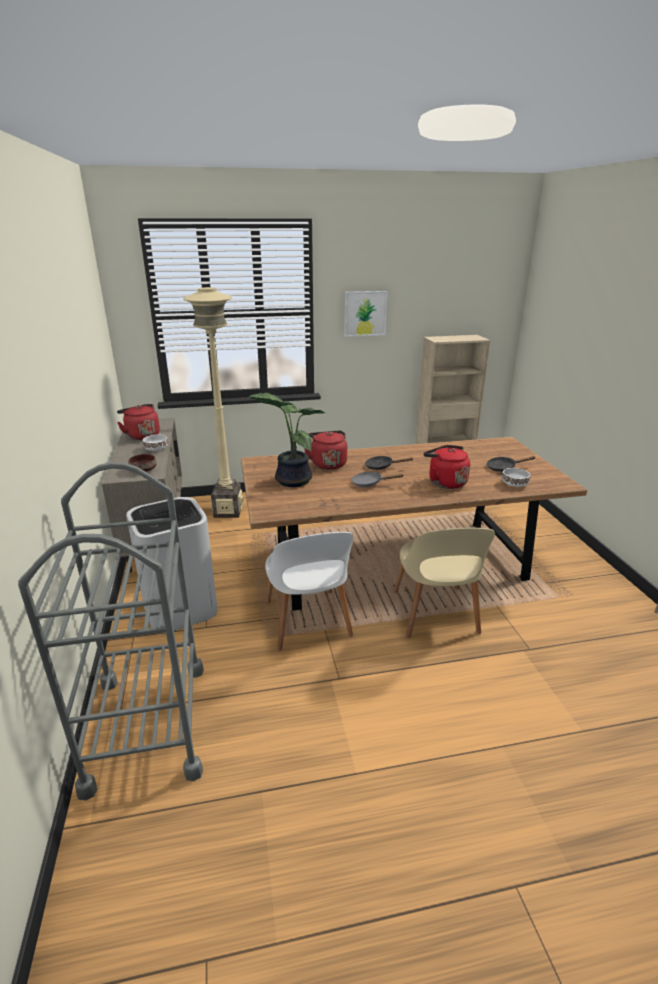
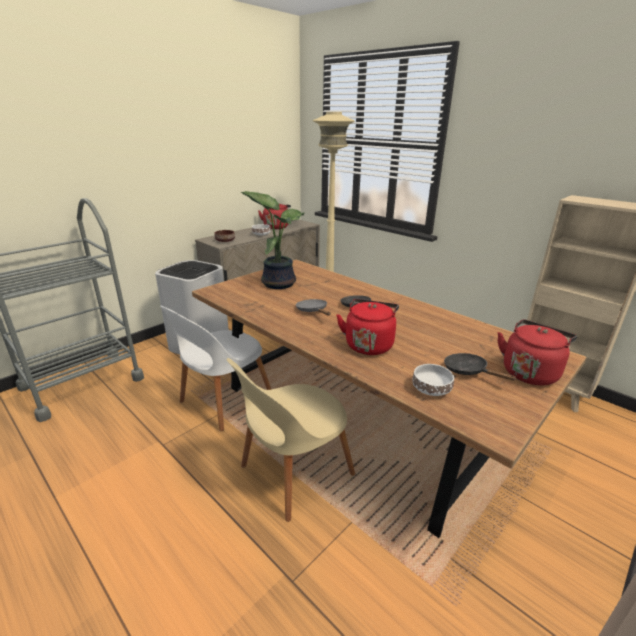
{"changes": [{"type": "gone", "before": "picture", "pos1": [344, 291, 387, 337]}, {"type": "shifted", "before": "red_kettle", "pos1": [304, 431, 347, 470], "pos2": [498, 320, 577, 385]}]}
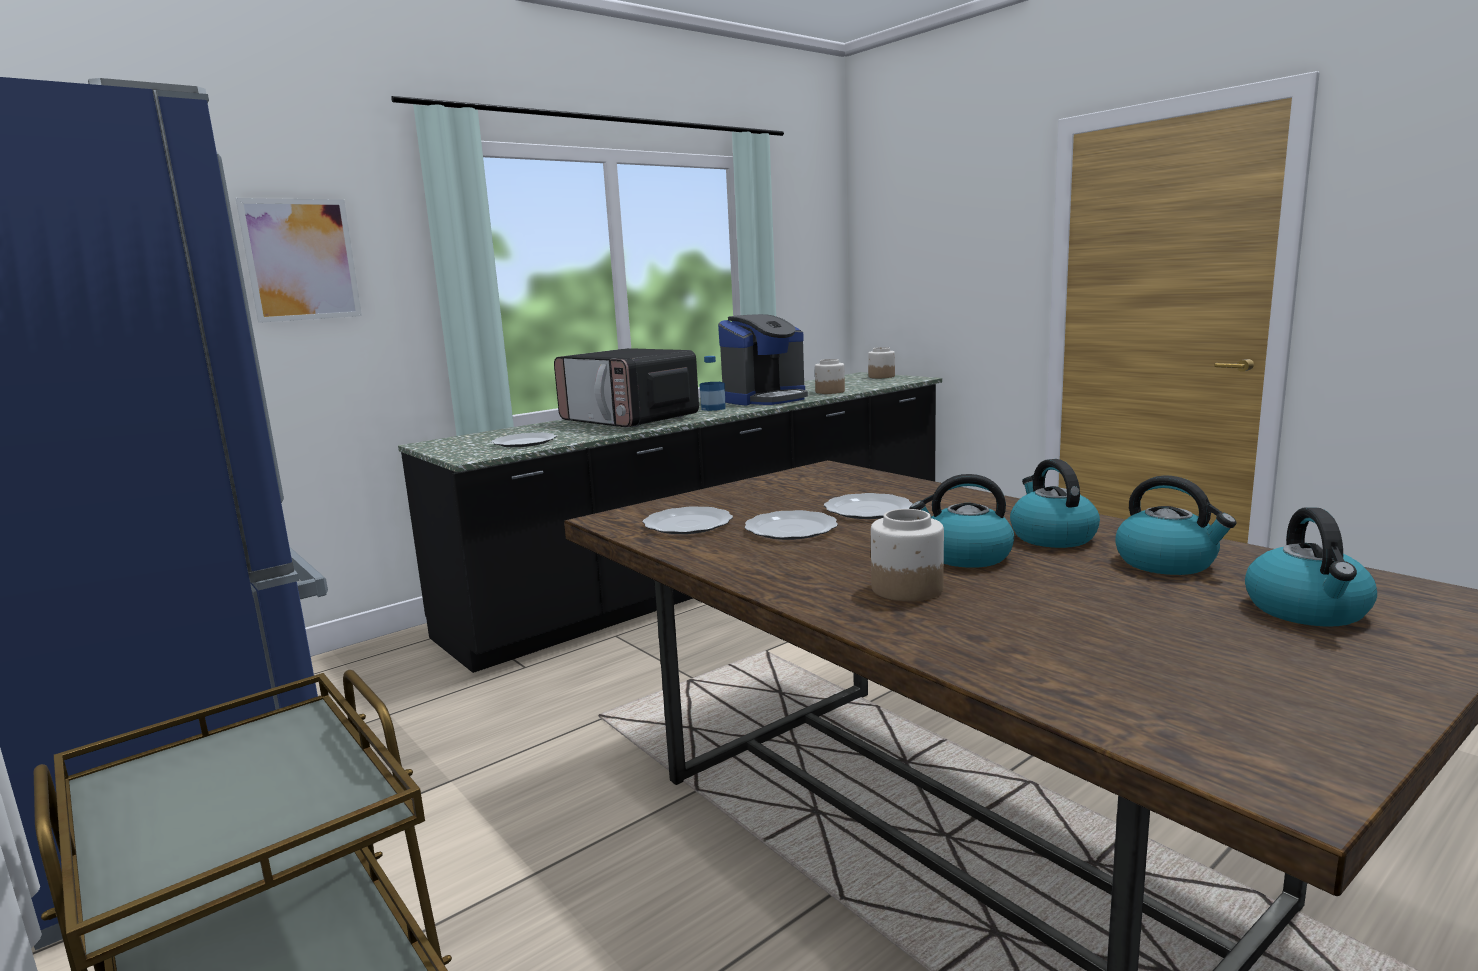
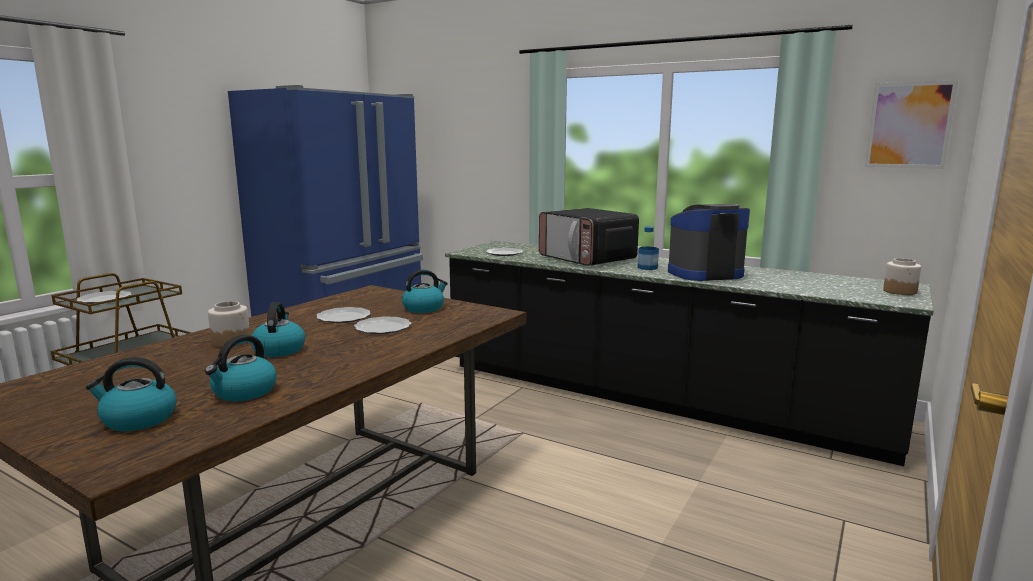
{"changes": [{"type": "gone", "before": "jar", "pos1": [815, 359, 845, 394]}, {"type": "shifted", "before": "picture", "pos1": [236, 198, 362, 323], "pos2": [865, 80, 958, 169]}, {"type": "shifted", "before": "plate", "pos1": [643, 506, 733, 534], "pos2": [77, 291, 132, 304]}, {"type": "shifted", "before": "kettle", "pos1": [1010, 459, 1100, 548], "pos2": [402, 270, 448, 313]}, {"type": "rotated", "before": "microwave", "pos1": [554, 348, 699, 427], "pos2": [539, 208, 639, 266], "turn": -60}, {"type": "rotated", "before": "coffee_machine", "pos1": [718, 314, 808, 406], "pos2": [668, 204, 750, 281], "turn": 135}]}
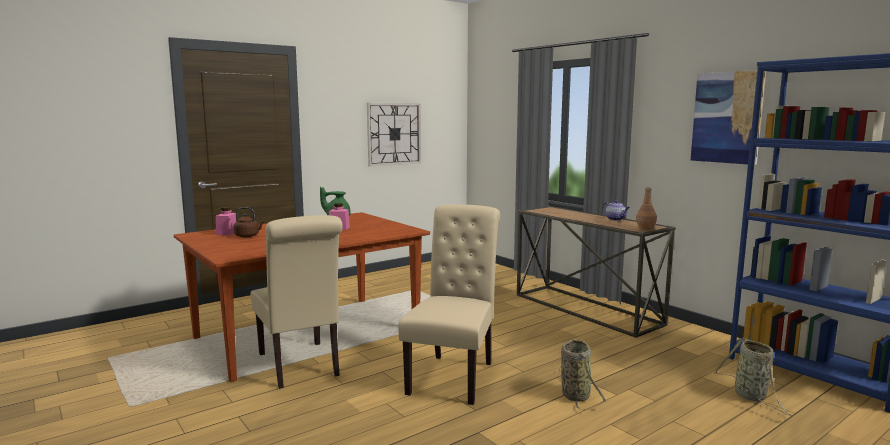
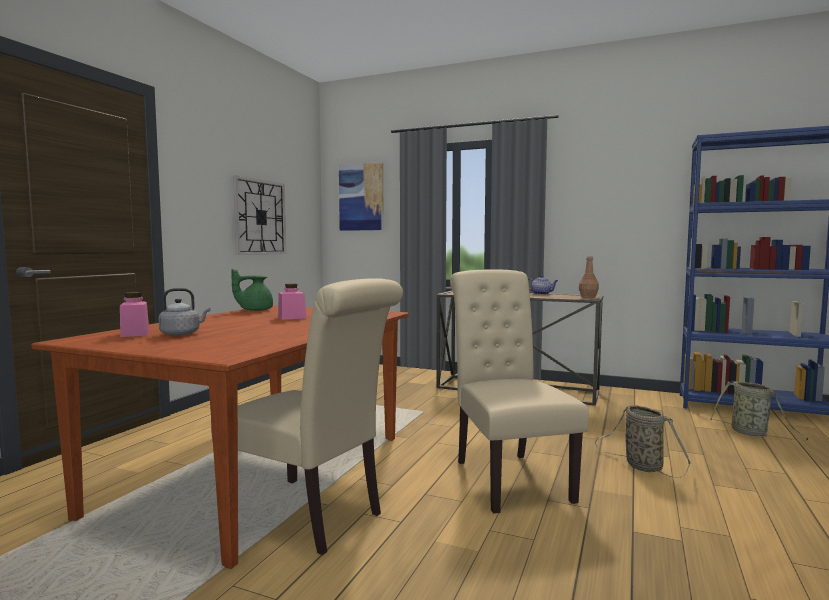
{"changes": [{"type": "shifted", "before": "picture", "pos1": [691, 70, 766, 165], "pos2": [339, 162, 384, 231]}, {"type": "repainted", "before": "brown_kettle", "after": "grey_kettle", "pos1": [234, 207, 265, 237], "pos2": [159, 288, 211, 336]}]}
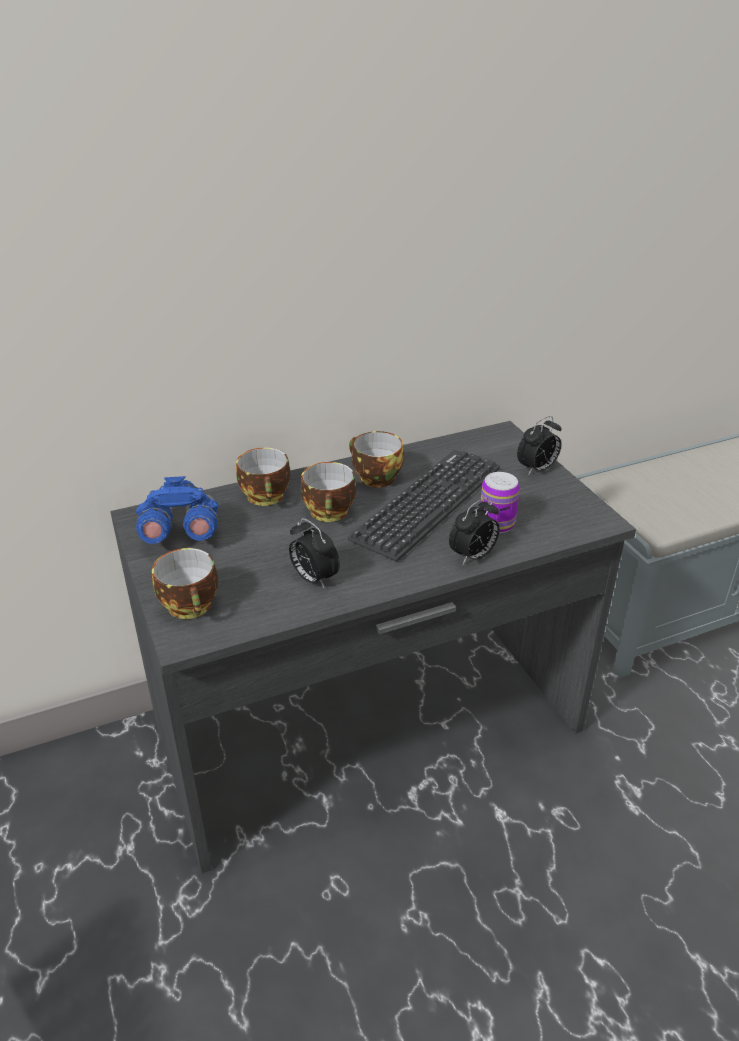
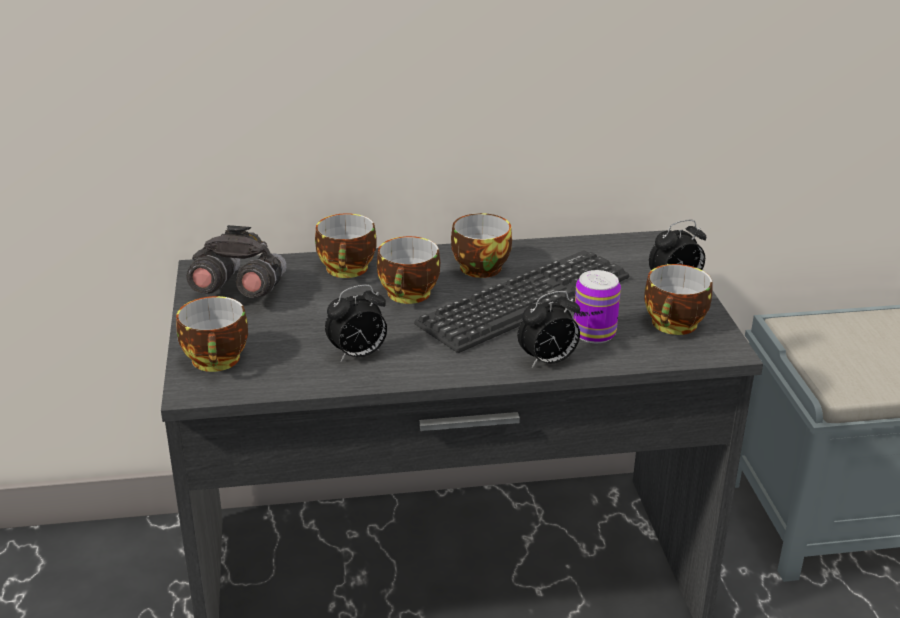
{"changes": [{"type": "new", "after": "cup", "pos2": [644, 264, 713, 335]}, {"type": "repainted", "before": "blue_binoculars", "after": "grey_binoculars", "pos1": [136, 476, 219, 544], "pos2": [186, 225, 287, 298]}, {"type": "rotated", "before": "alarm_clock", "pos1": [289, 518, 340, 588], "pos2": [325, 284, 387, 362], "turn": -90}]}
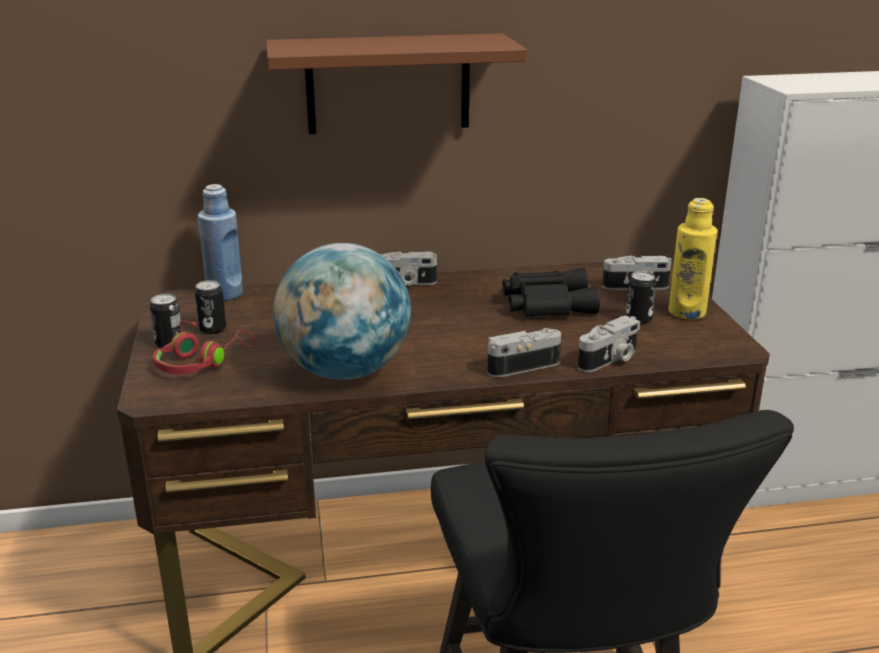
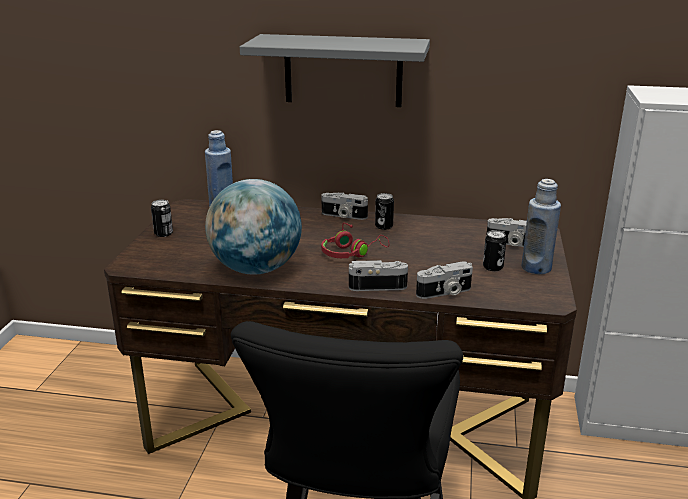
{"changes": [{"type": "gone", "before": "black_binoculars", "pos1": [502, 268, 600, 318]}, {"type": "shifted", "before": "red_headphones", "pos1": [153, 320, 255, 374], "pos2": [321, 223, 389, 258]}, {"type": "shifted", "before": "can", "pos1": [195, 280, 226, 334], "pos2": [375, 193, 394, 230]}, {"type": "repainted", "before": "brown_shelf", "after": "grey_shelf", "pos1": [267, 33, 527, 134], "pos2": [240, 34, 430, 107]}, {"type": "repainted", "before": "yellow_bottle", "after": "blue_bottle", "pos1": [668, 198, 718, 319], "pos2": [522, 179, 561, 274]}]}
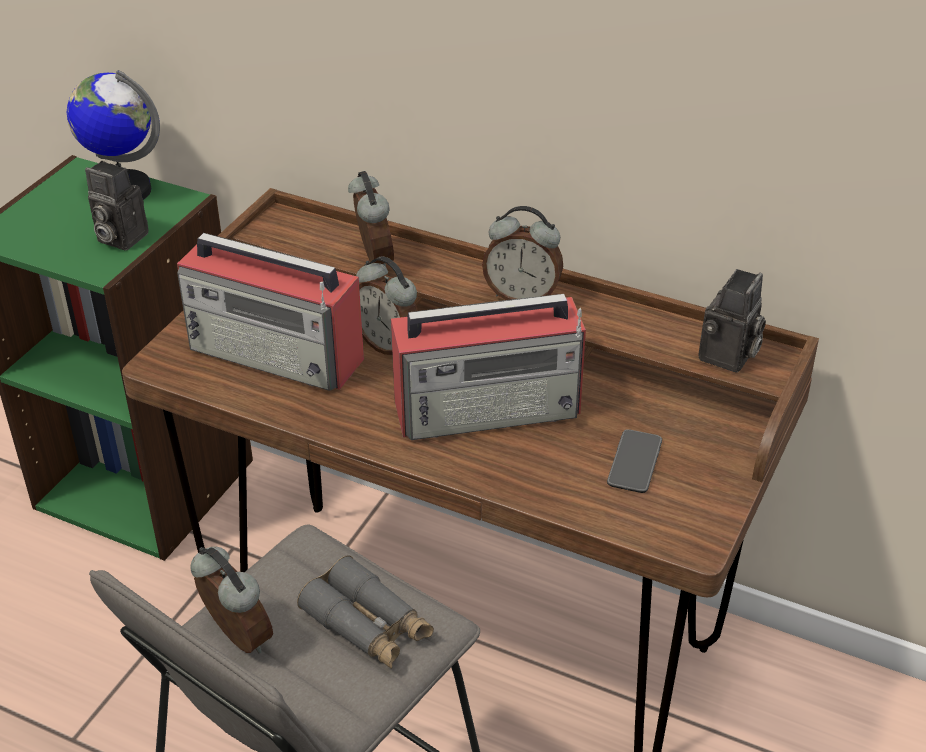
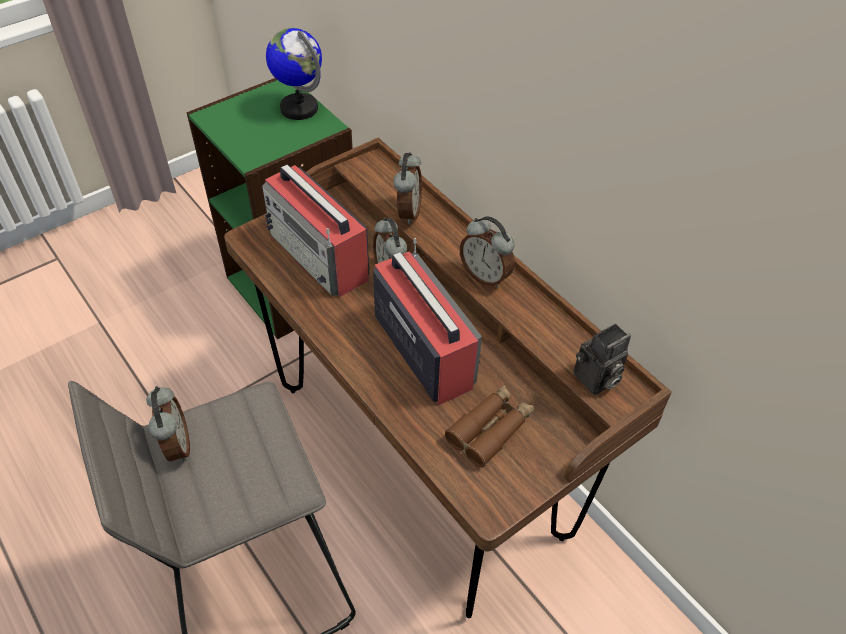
{"changes": [{"type": "gone", "before": "photo_camera", "pos1": [85, 161, 149, 251]}, {"type": "gone", "before": "grey_binoculars", "pos1": [297, 555, 434, 669]}, {"type": "swapped", "before": "phone", "after": "brown_binoculars", "pos1": [607, 429, 662, 493], "pos2": [445, 385, 534, 467]}, {"type": "rotated", "before": "radio", "pos1": [391, 294, 586, 440], "pos2": [373, 238, 482, 405], "turn": -135}]}
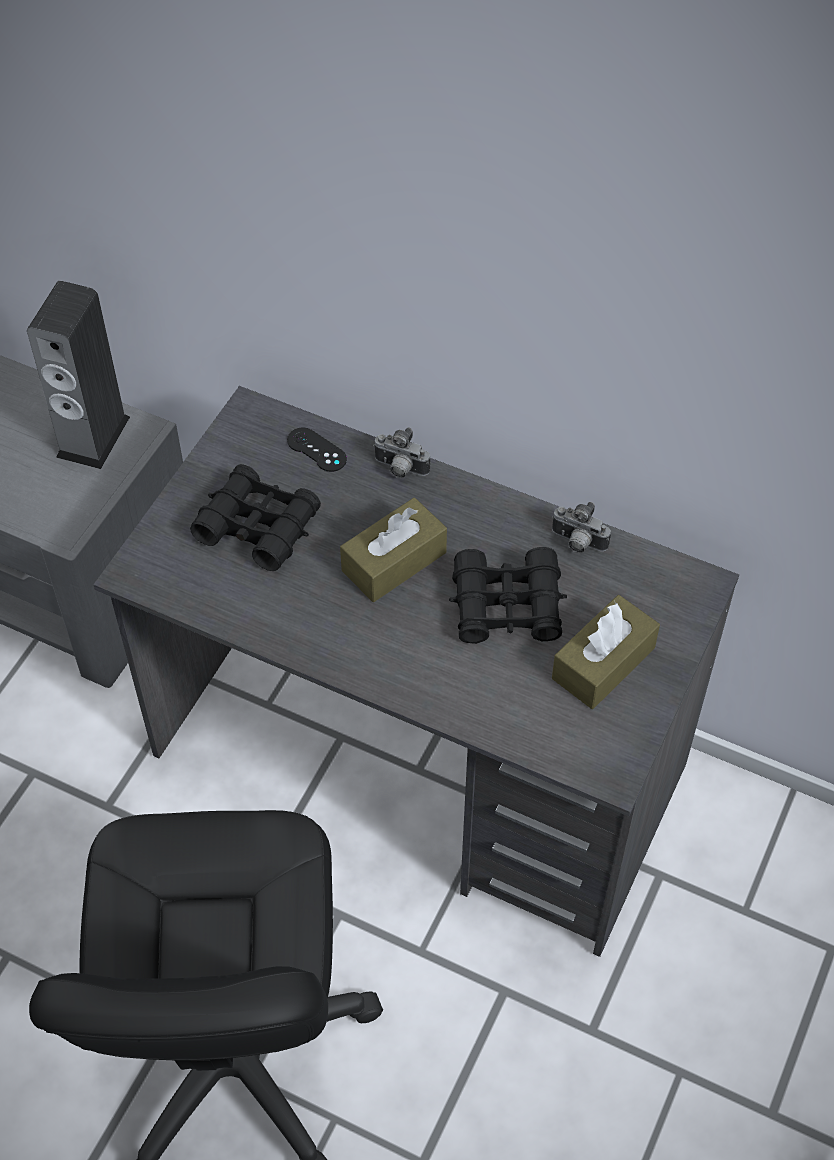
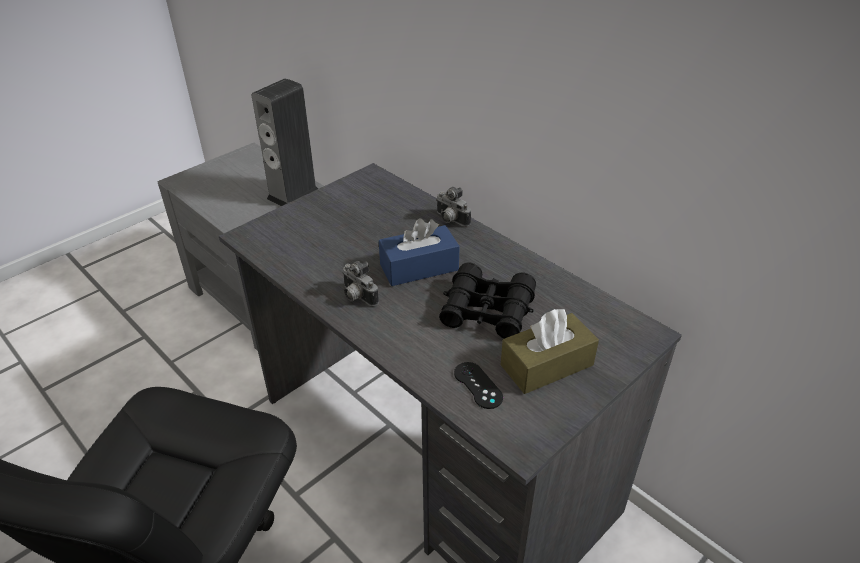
{"changes": [{"type": "gone", "before": "black_binoculars", "pos1": [190, 464, 321, 571]}, {"type": "shifted", "before": "black_game_controller", "pos1": [287, 428, 347, 472], "pos2": [454, 362, 503, 409]}, {"type": "shifted", "before": "photo_camera", "pos1": [551, 502, 611, 553], "pos2": [342, 261, 379, 306]}, {"type": "repainted", "before": "brown_tissue_box", "after": "blue_tissue_box", "pos1": [340, 498, 447, 602], "pos2": [379, 218, 460, 286]}]}
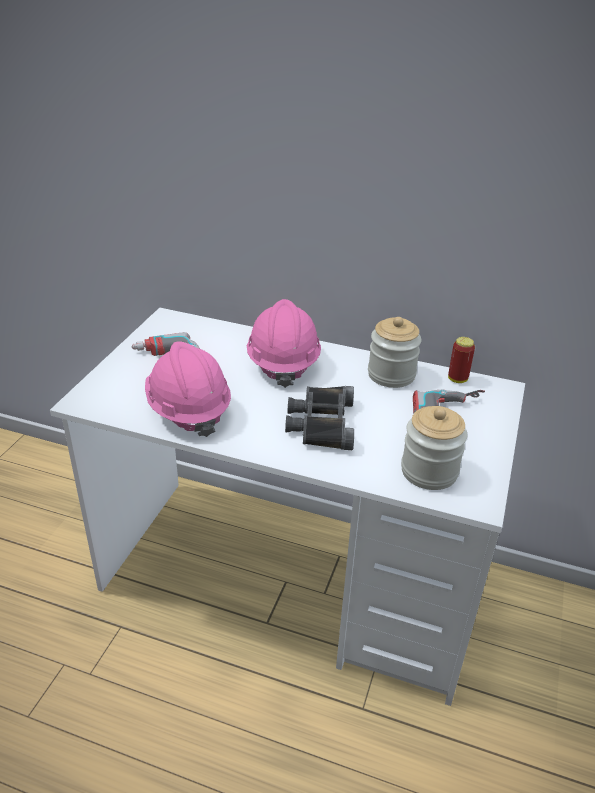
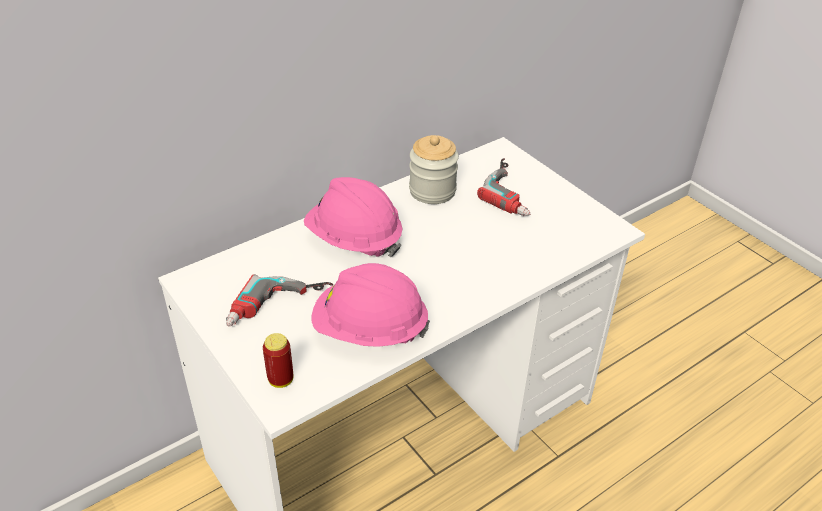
{"changes": [{"type": "gone", "before": "black_binoculars", "pos1": [285, 386, 354, 450]}, {"type": "gone", "before": "jar", "pos1": [401, 406, 467, 490]}, {"type": "shifted", "before": "can", "pos1": [448, 337, 475, 383], "pos2": [263, 333, 293, 388]}]}
